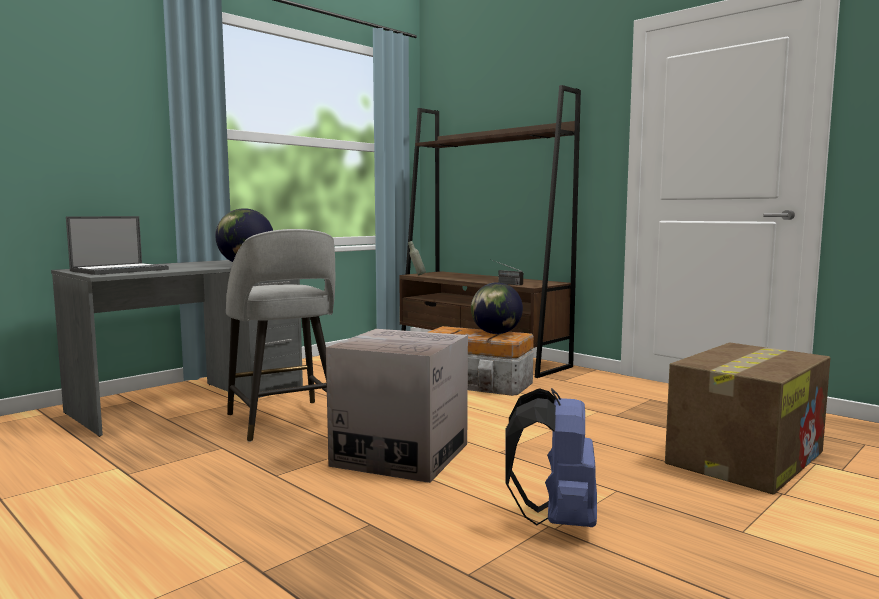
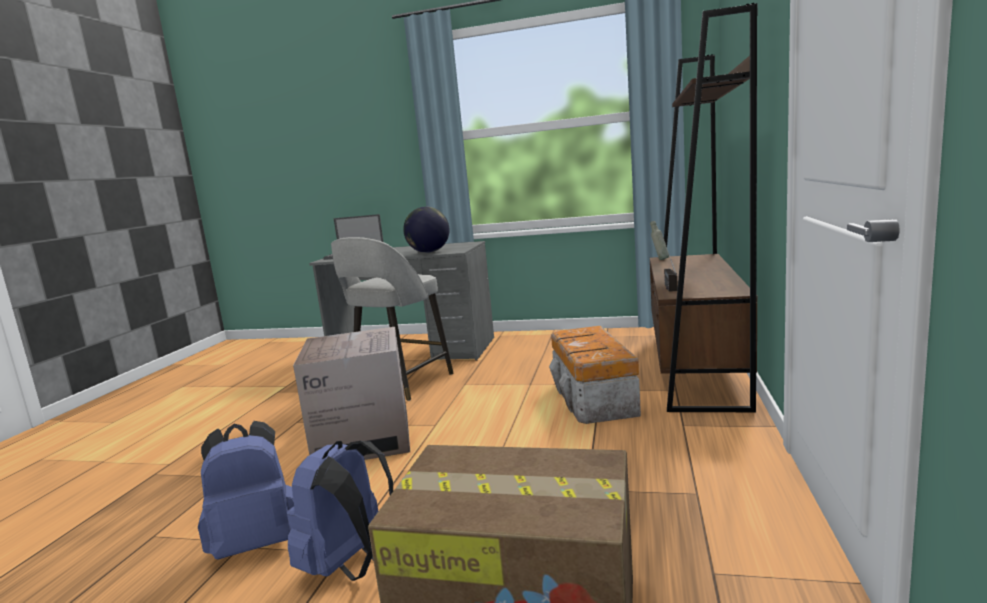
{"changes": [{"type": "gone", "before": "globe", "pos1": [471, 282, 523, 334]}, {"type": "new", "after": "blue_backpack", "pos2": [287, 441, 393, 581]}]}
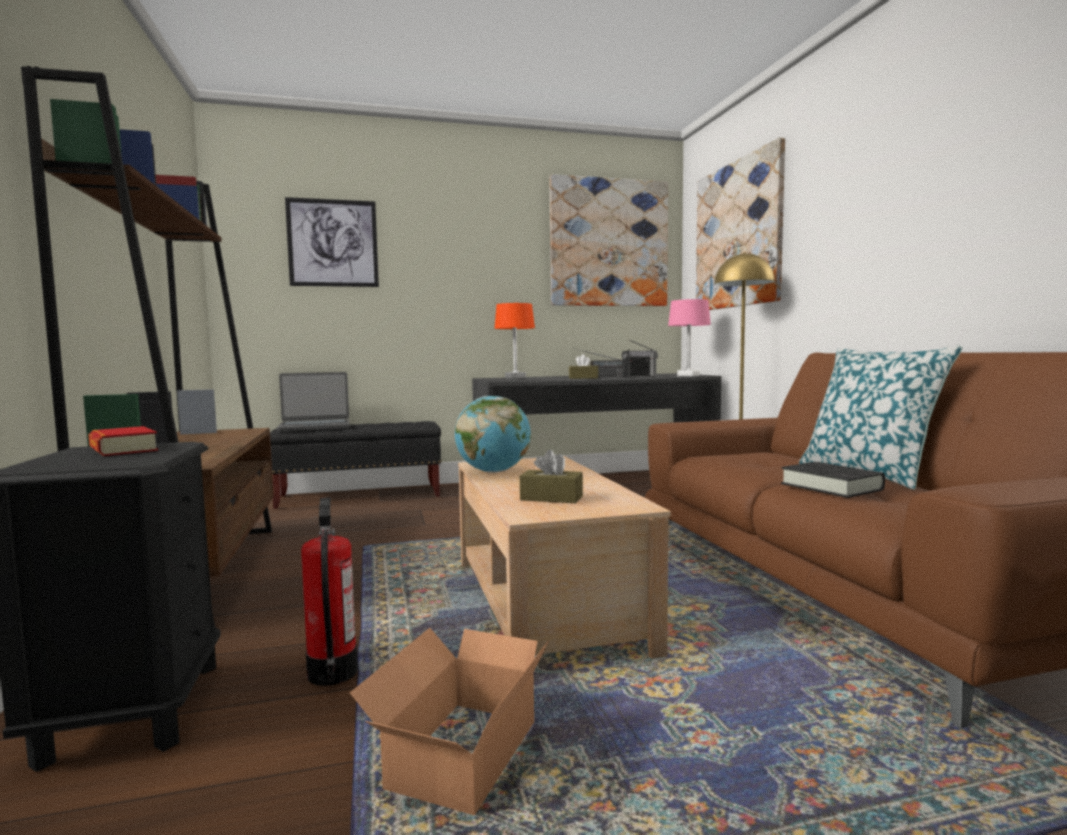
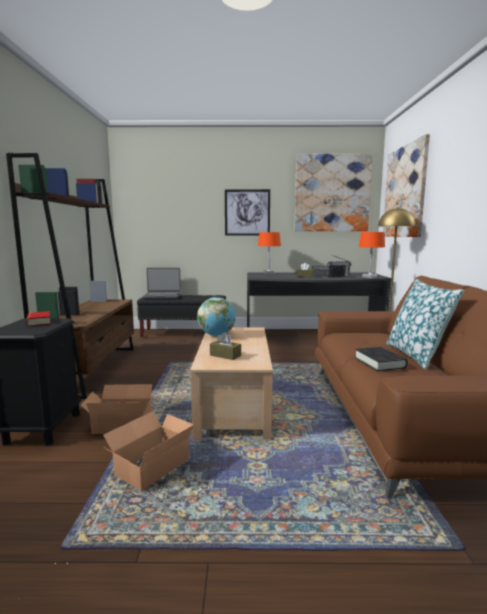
{"changes": [{"type": "shifted", "before": "picture", "pos1": [285, 197, 379, 287], "pos2": [225, 189, 270, 236]}, {"type": "swapped", "before": "fire_extinguisher", "after": "cardboard_box", "pos1": [301, 497, 358, 686], "pos2": [80, 384, 156, 434]}, {"type": "repainted", "before": "pink_table_lamp", "after": "orange_table_lamp", "pos1": [668, 299, 711, 377], "pos2": [359, 232, 385, 278]}]}
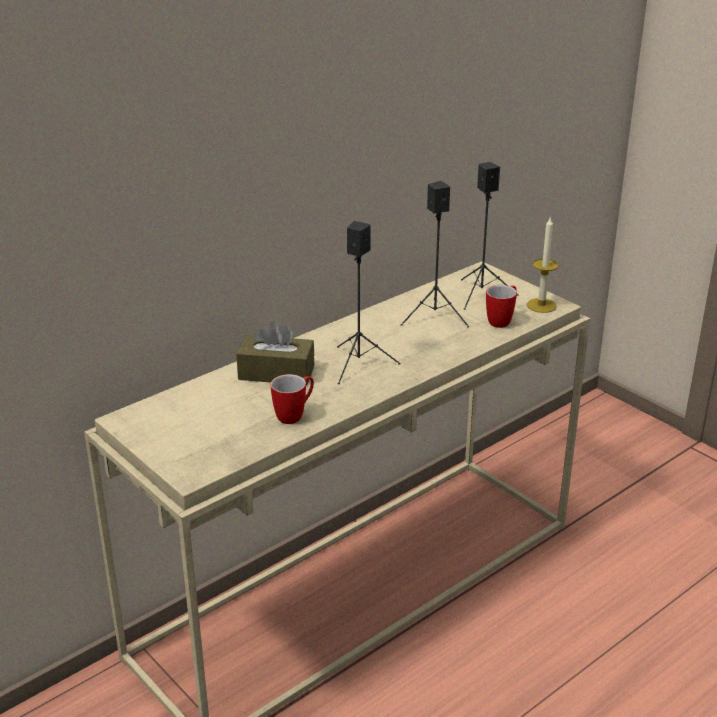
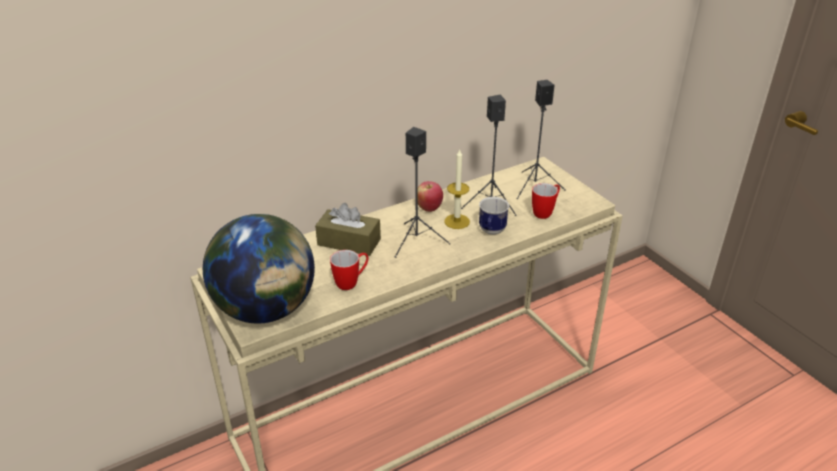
{"changes": [{"type": "new", "after": "globe", "pos2": [203, 214, 315, 324]}, {"type": "new", "after": "apple", "pos2": [418, 181, 443, 212]}, {"type": "new", "after": "mug", "pos2": [479, 197, 509, 235]}, {"type": "shifted", "before": "candle", "pos1": [527, 216, 559, 313], "pos2": [444, 149, 470, 229]}]}
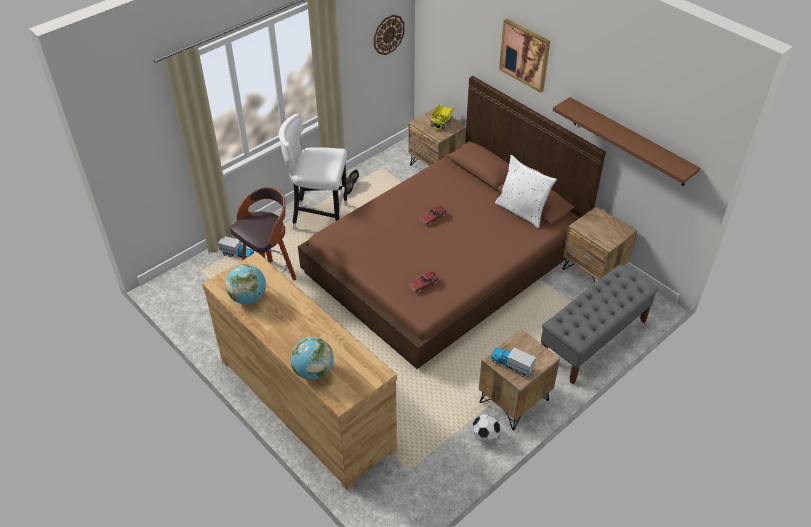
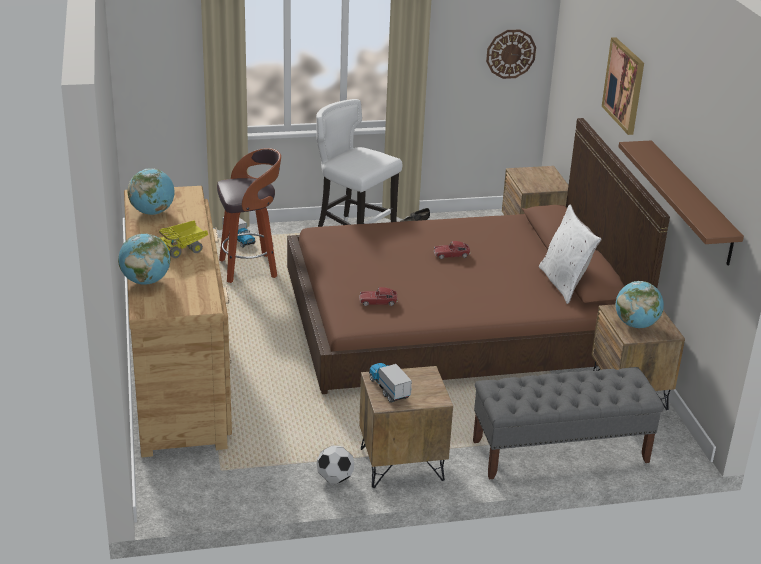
{"changes": [{"type": "new", "after": "globe", "pos2": [616, 281, 664, 328]}, {"type": "shifted", "before": "toy_truck", "pos1": [431, 104, 454, 130], "pos2": [159, 220, 208, 259]}]}
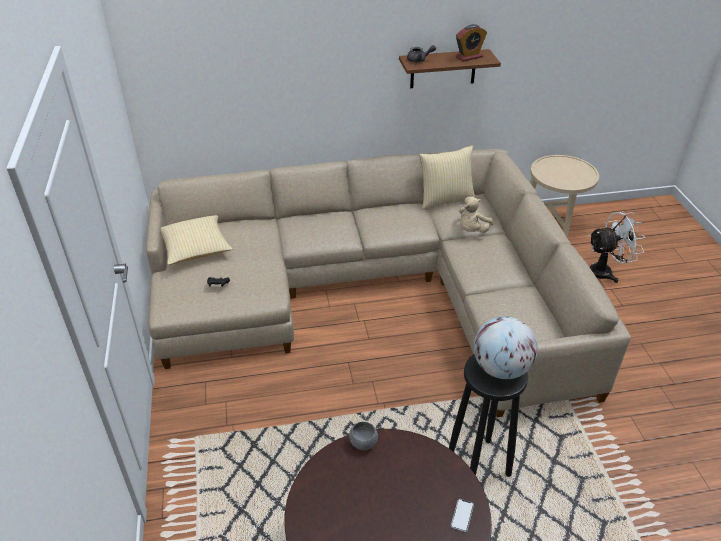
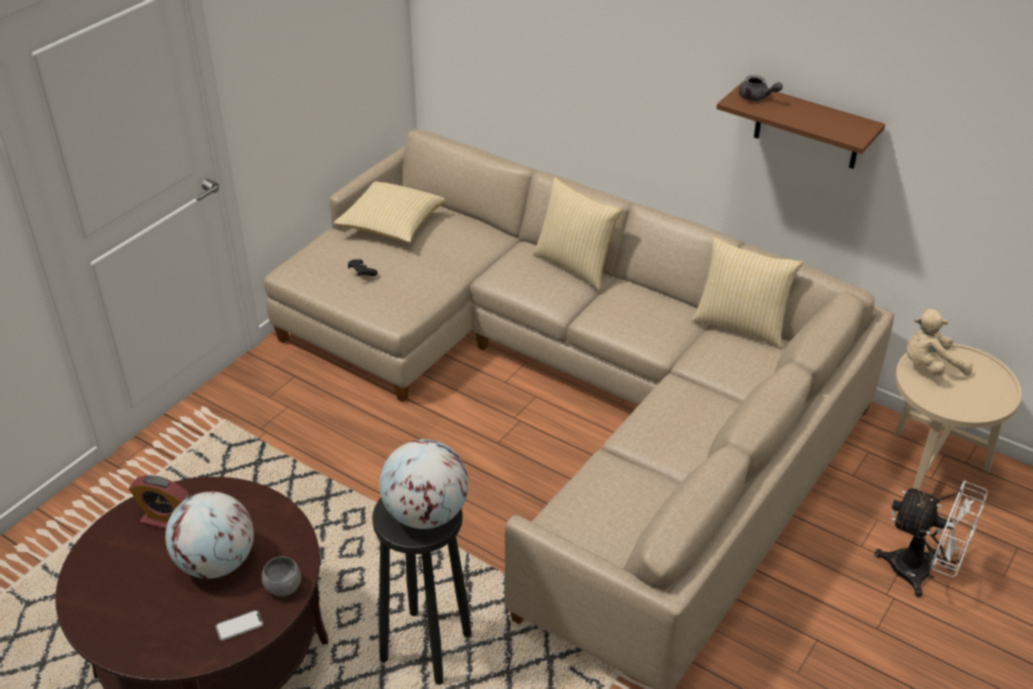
{"changes": [{"type": "new", "after": "globe", "pos2": [165, 492, 254, 579]}, {"type": "new", "after": "pillow", "pos2": [533, 177, 623, 290]}, {"type": "shifted", "before": "grey_bowl", "pos1": [349, 422, 378, 450], "pos2": [261, 556, 301, 596]}, {"type": "shifted", "before": "alarm_clock", "pos1": [455, 24, 487, 62], "pos2": [129, 475, 189, 530]}, {"type": "shifted", "before": "beige_plush_toy", "pos1": [459, 196, 493, 233], "pos2": [906, 309, 973, 376]}]}
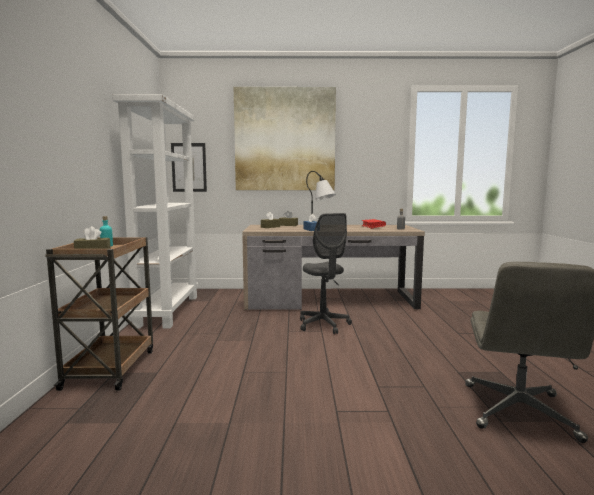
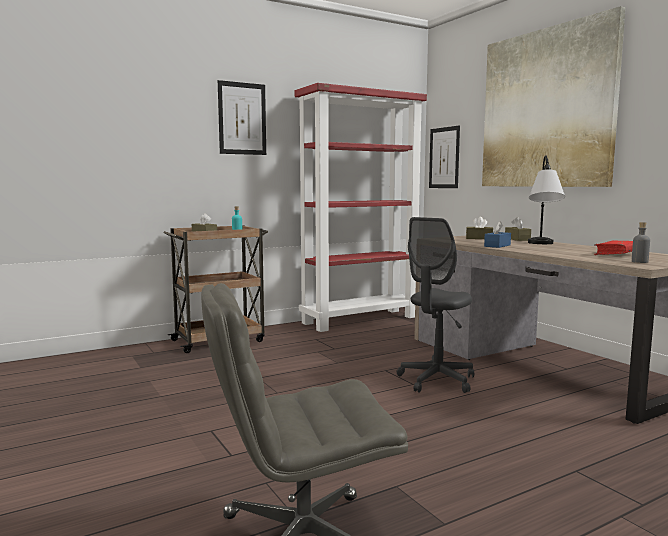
{"changes": [{"type": "new", "after": "picture", "pos2": [218, 80, 266, 155]}, {"type": "repainted", "before": "white_bookcase", "after": "red_bookcase", "pos1": [112, 94, 198, 329], "pos2": [294, 83, 427, 332]}]}
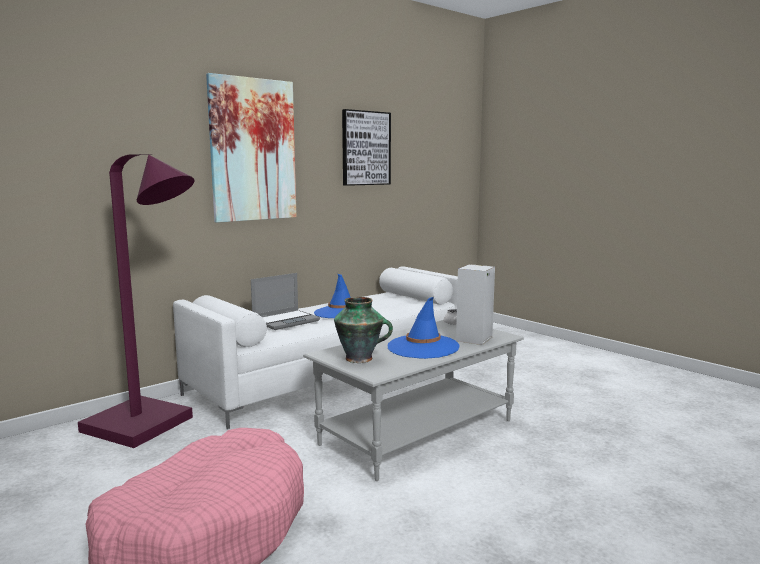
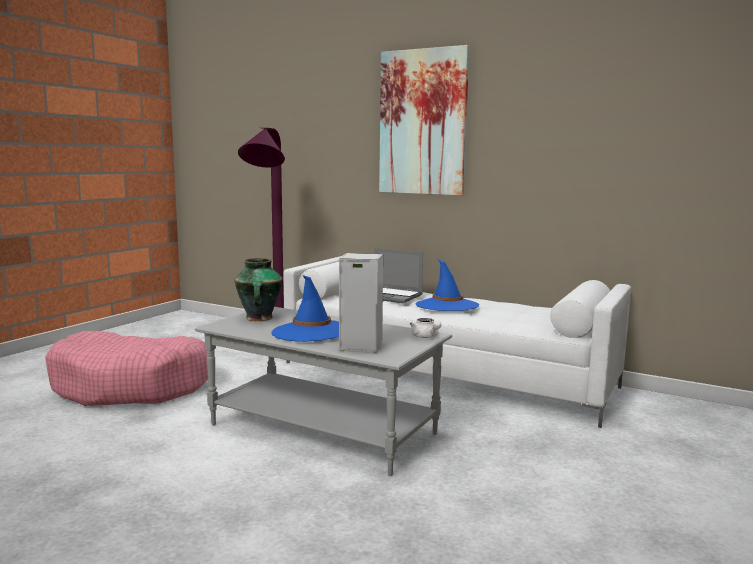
{"changes": [{"type": "gone", "before": "picture", "pos1": [342, 109, 391, 186]}]}
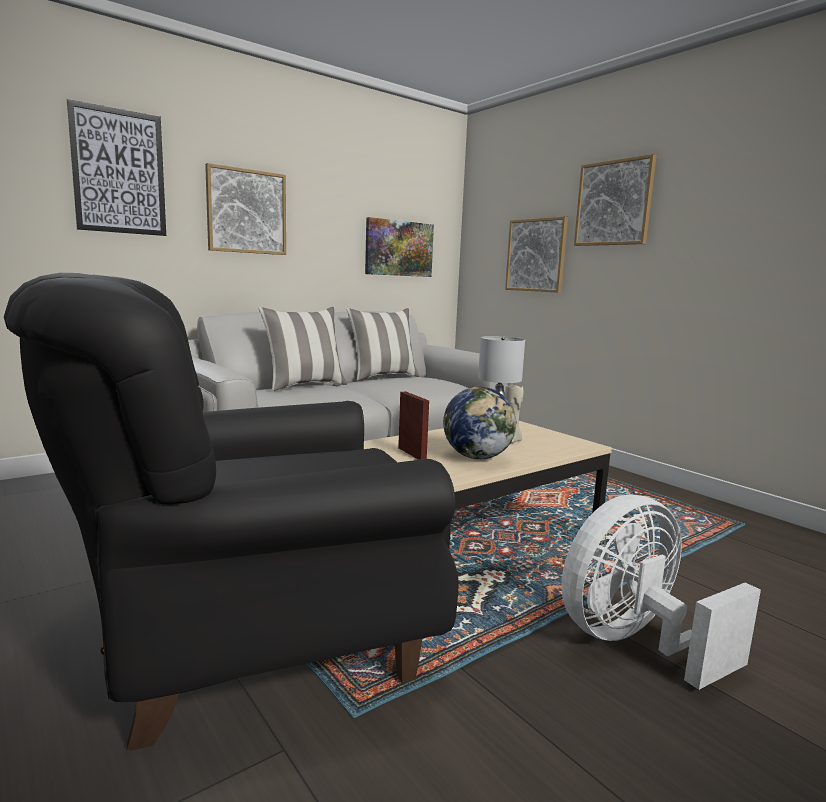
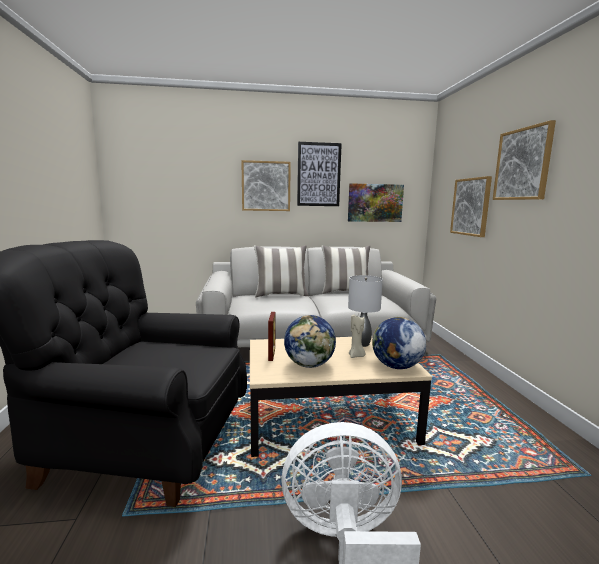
{"changes": [{"type": "new", "after": "globe", "pos2": [372, 317, 426, 369]}, {"type": "shifted", "before": "picture", "pos1": [67, 99, 166, 236], "pos2": [297, 142, 342, 206]}]}
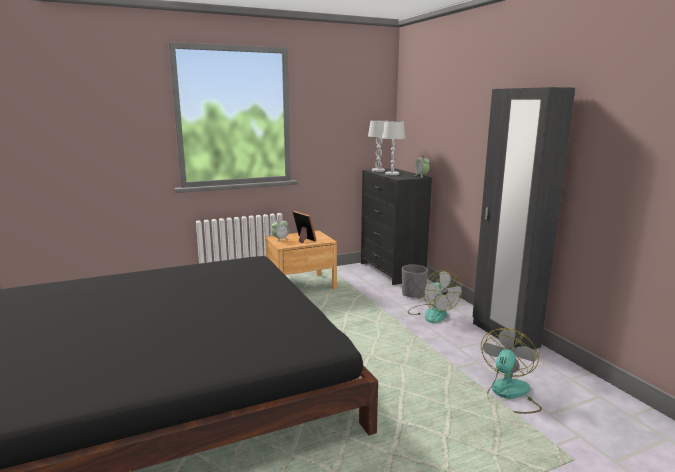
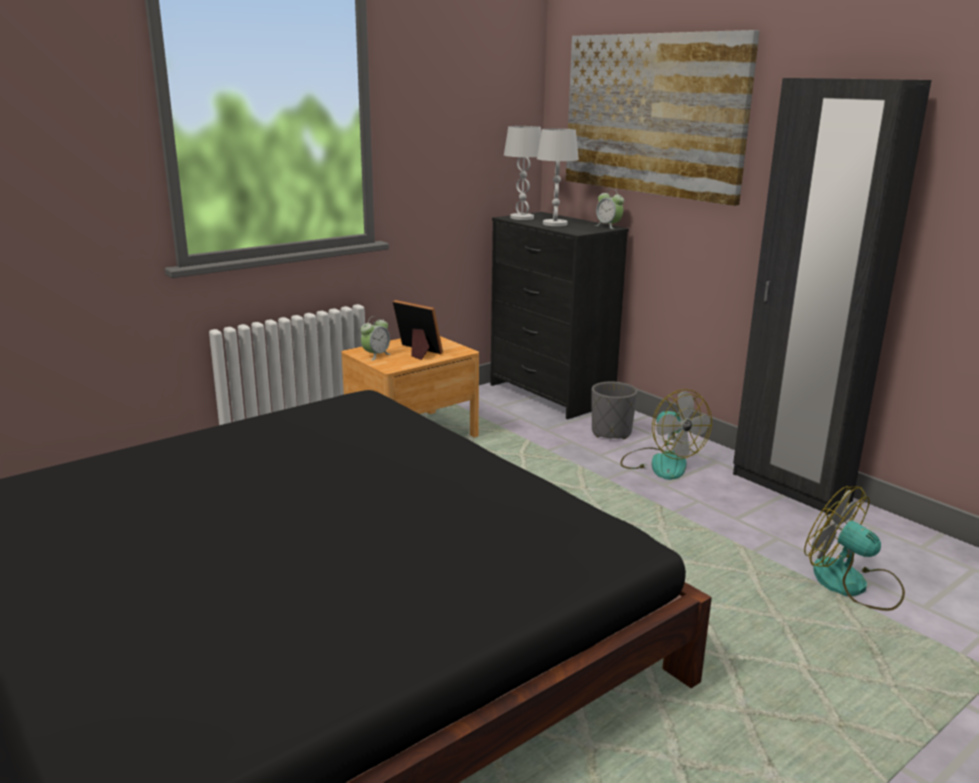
{"changes": [{"type": "new", "after": "picture", "pos2": [566, 30, 760, 206]}, {"type": "rotated", "before": "fan", "pos1": [481, 328, 542, 414], "pos2": [804, 486, 905, 611], "turn": -60}]}
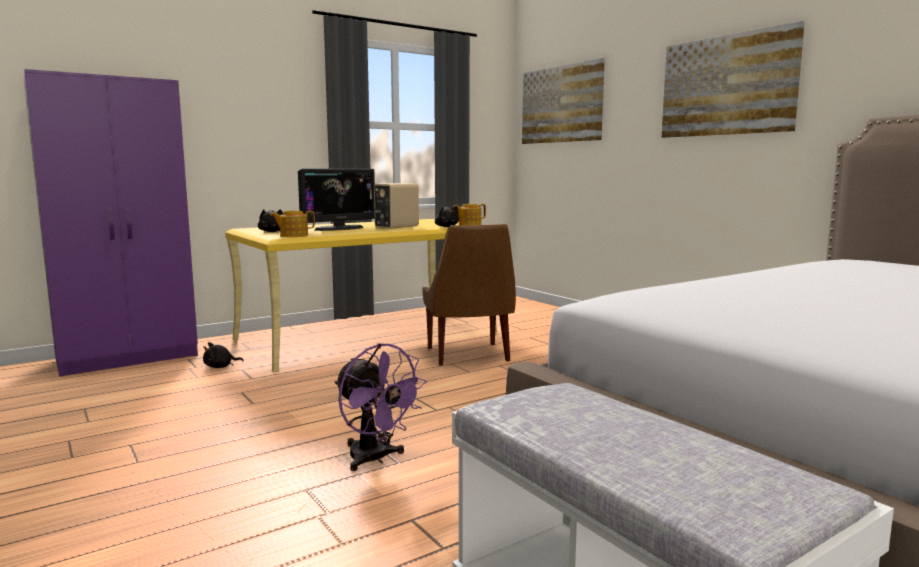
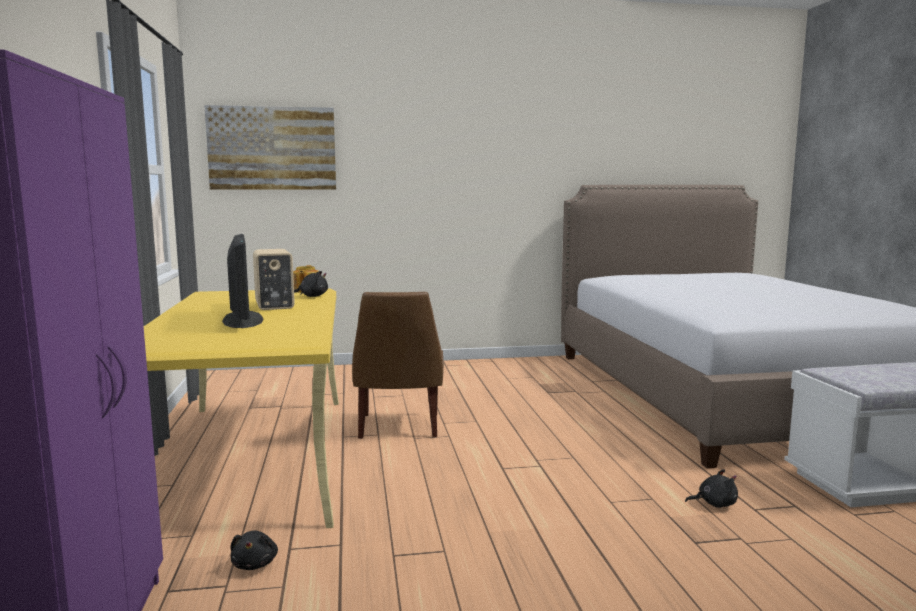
{"changes": [{"type": "gone", "before": "teapot", "pos1": [270, 211, 315, 237]}, {"type": "gone", "before": "purple_fan", "pos1": [335, 343, 427, 471]}, {"type": "gone", "before": "picture", "pos1": [662, 21, 805, 138]}, {"type": "shifted", "before": "black_plush_toy", "pos1": [258, 209, 283, 232], "pos2": [685, 469, 738, 508]}, {"type": "rotated", "before": "brown_chair", "pos1": [422, 224, 516, 366], "pos2": [352, 292, 444, 439], "turn": 75}]}
